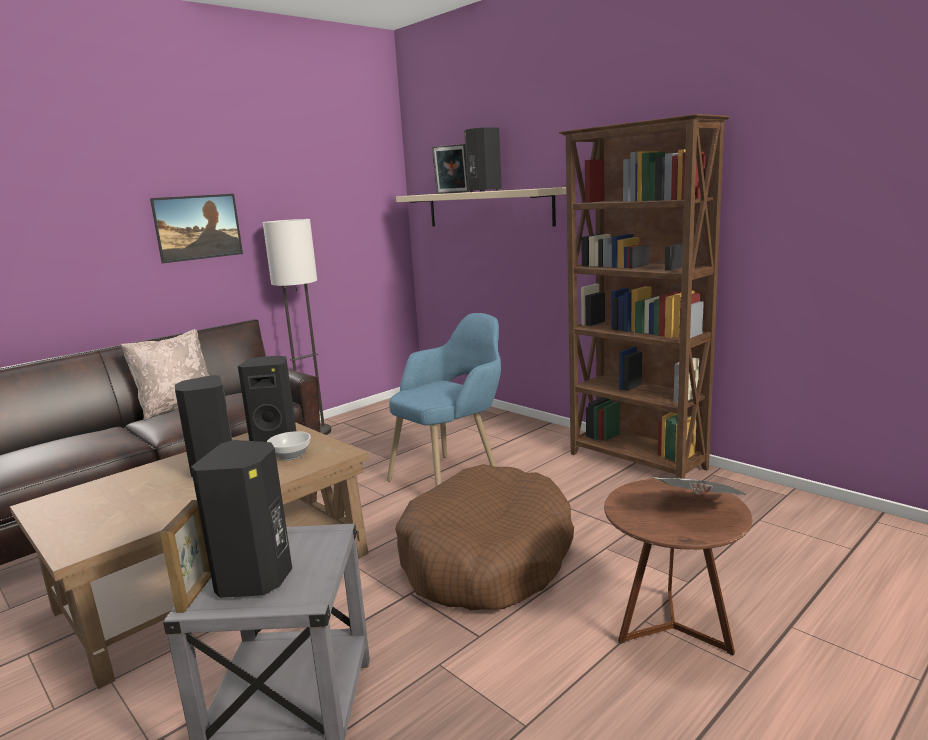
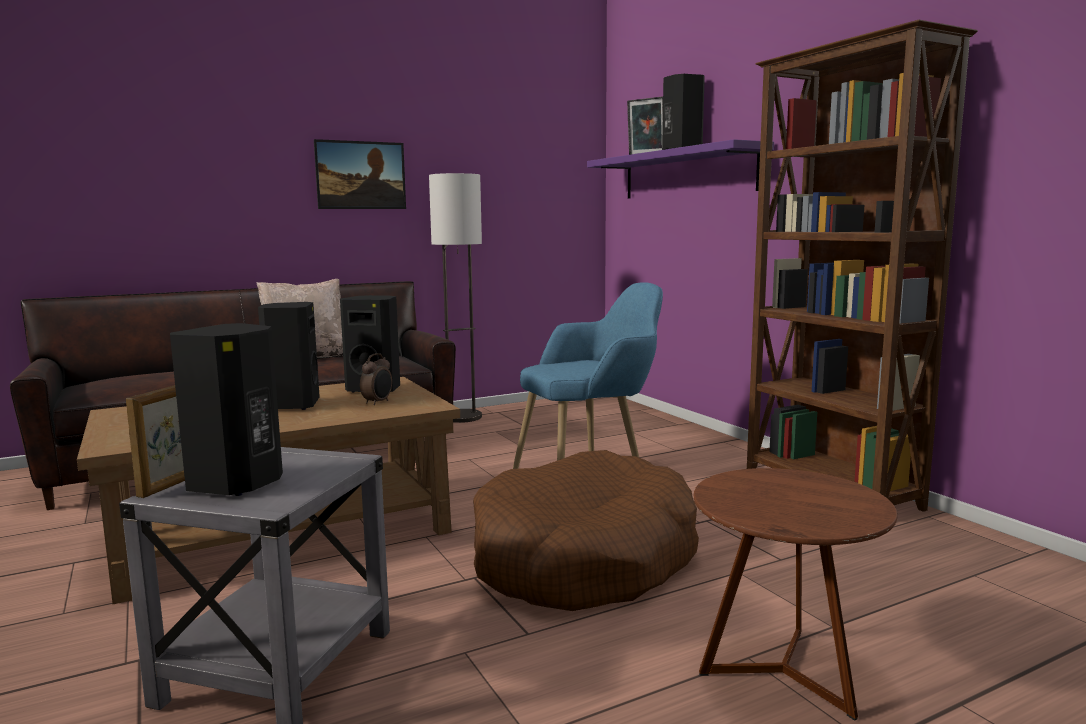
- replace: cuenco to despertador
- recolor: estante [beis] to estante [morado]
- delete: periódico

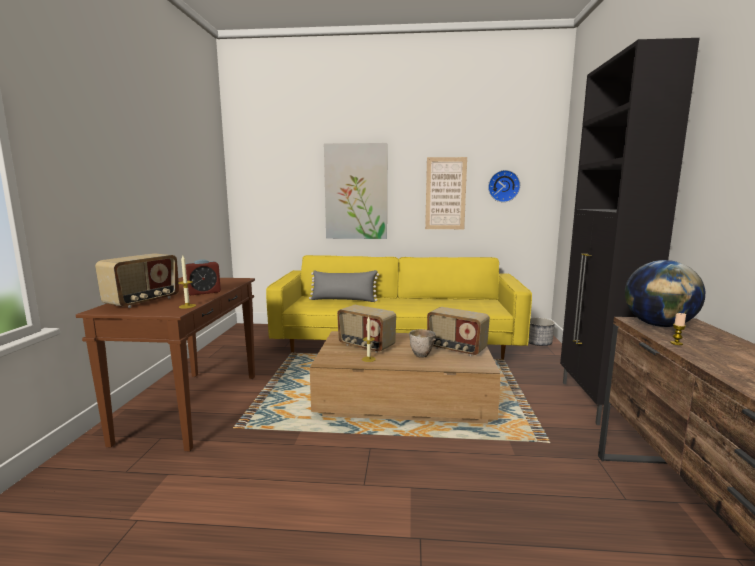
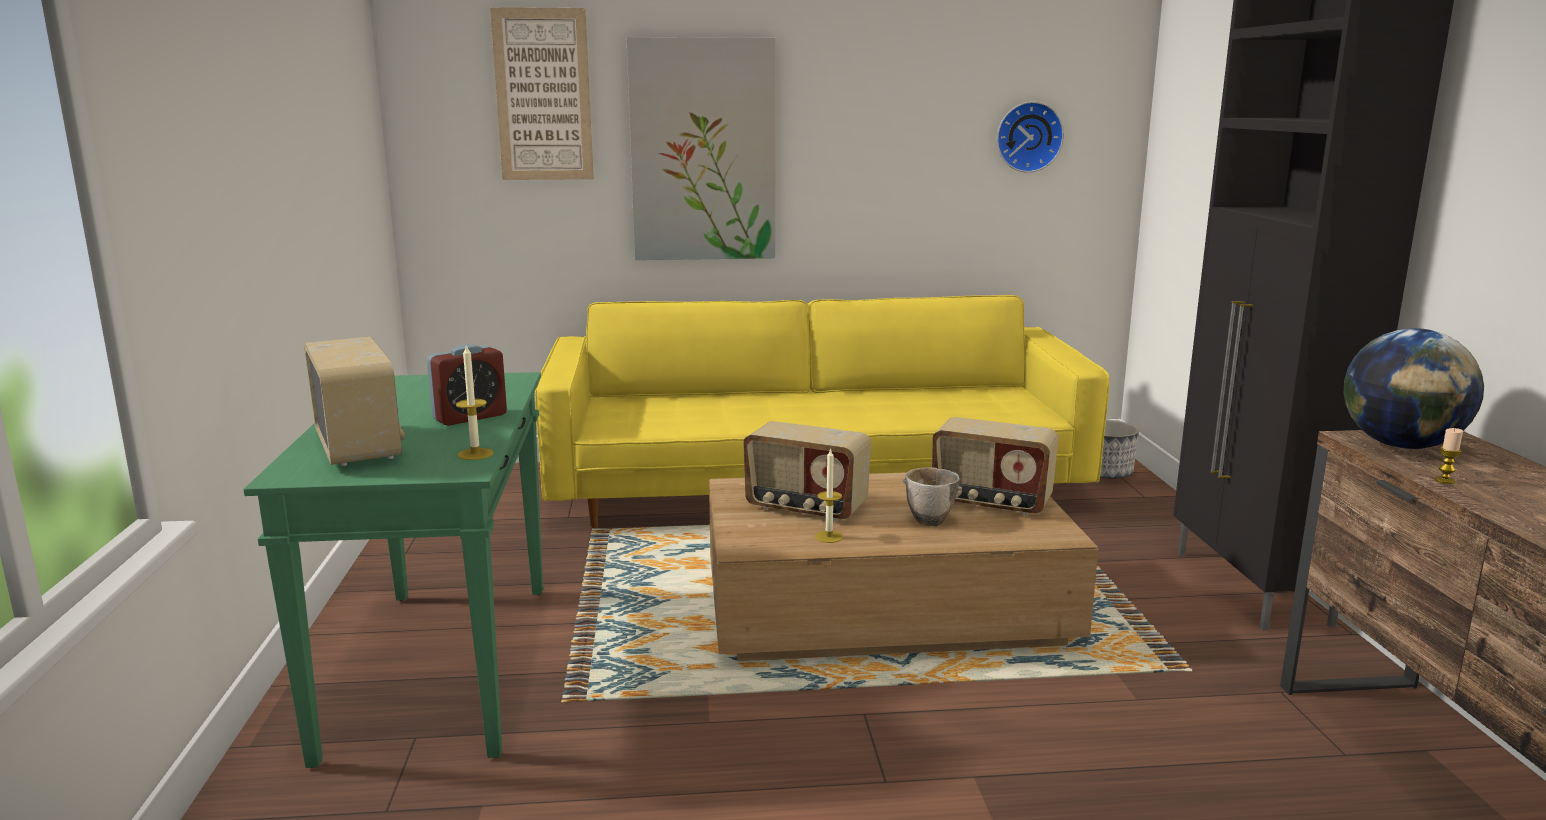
- recolor: mesa consola [marrón] to mesa consola [verde]
- rotate: radio (1st from left) 45 degrees counterclockwise
- delete: cojín [gris]
- move: cuadro (2nd from left in the first image) to cuadro (1st from left)

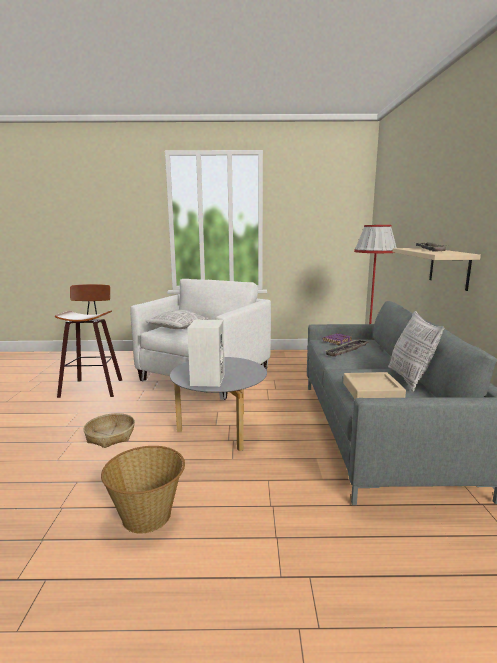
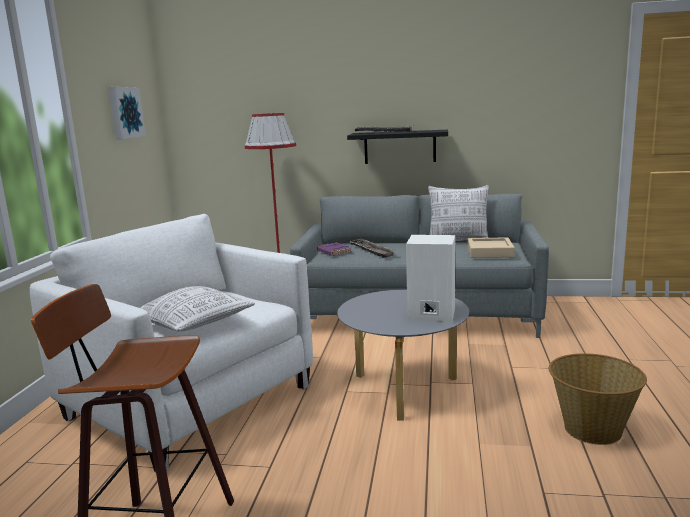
- delete: cesta (1st from left)
- recolor: estante [beis] to estante [negro]
- insert: cuadro

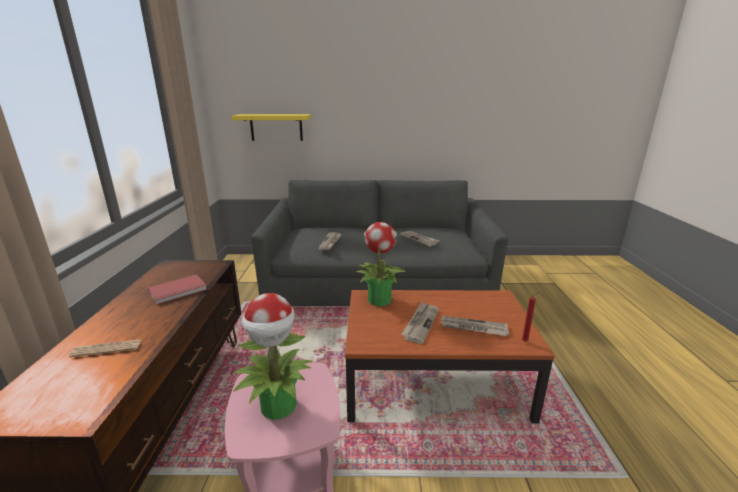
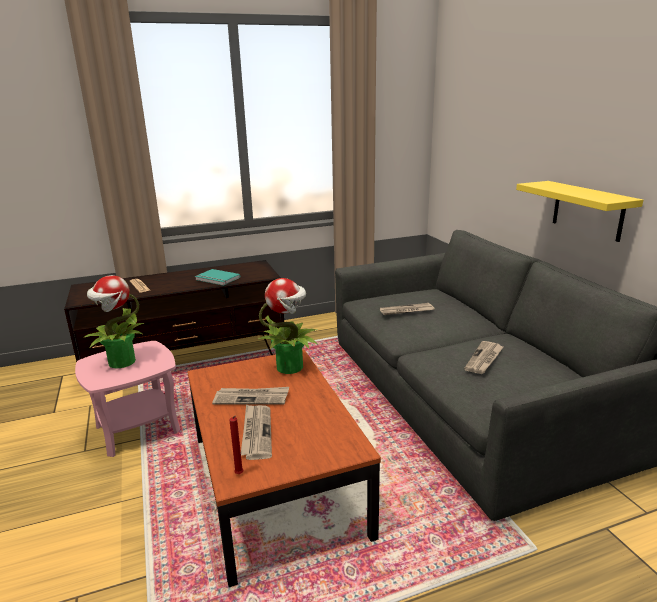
- recolor: libro [rojo] to libro [turquesa]
- move: estante [amarillo]

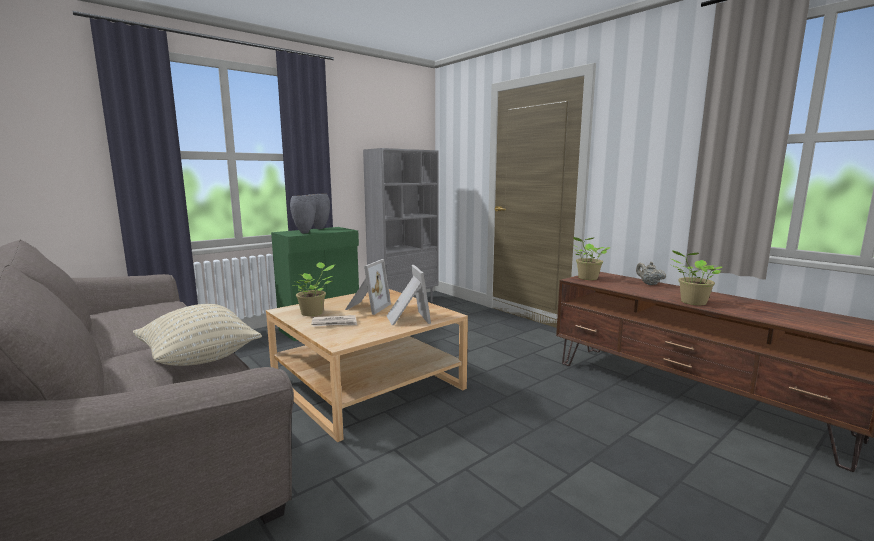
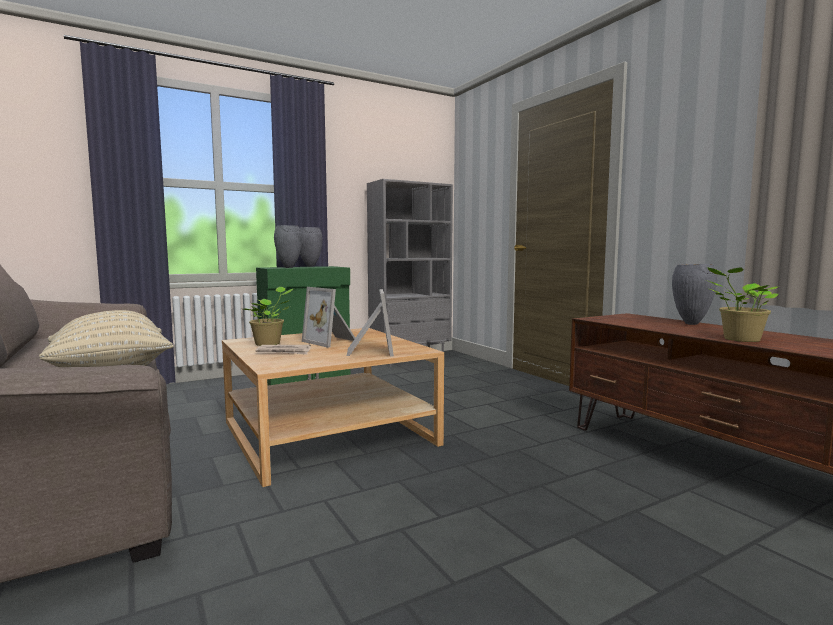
- rotate: portarretratos (1st from left) 105 degrees clockwise
- delete: planta en maceta (2nd from left)
- replace: tetera [beis] to florero [gris] (3rd from left)

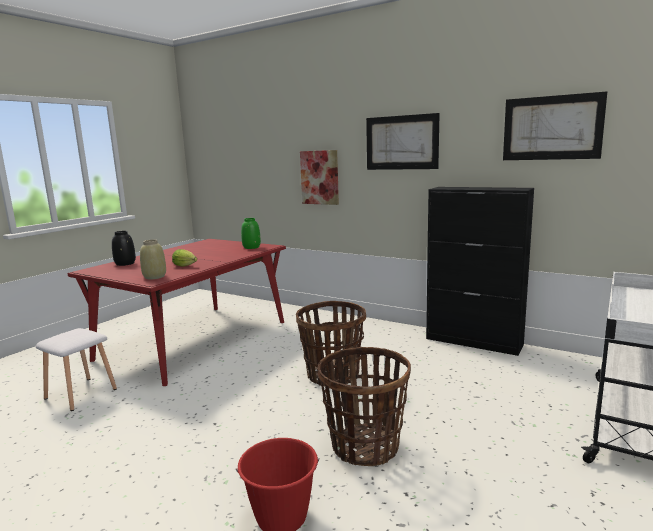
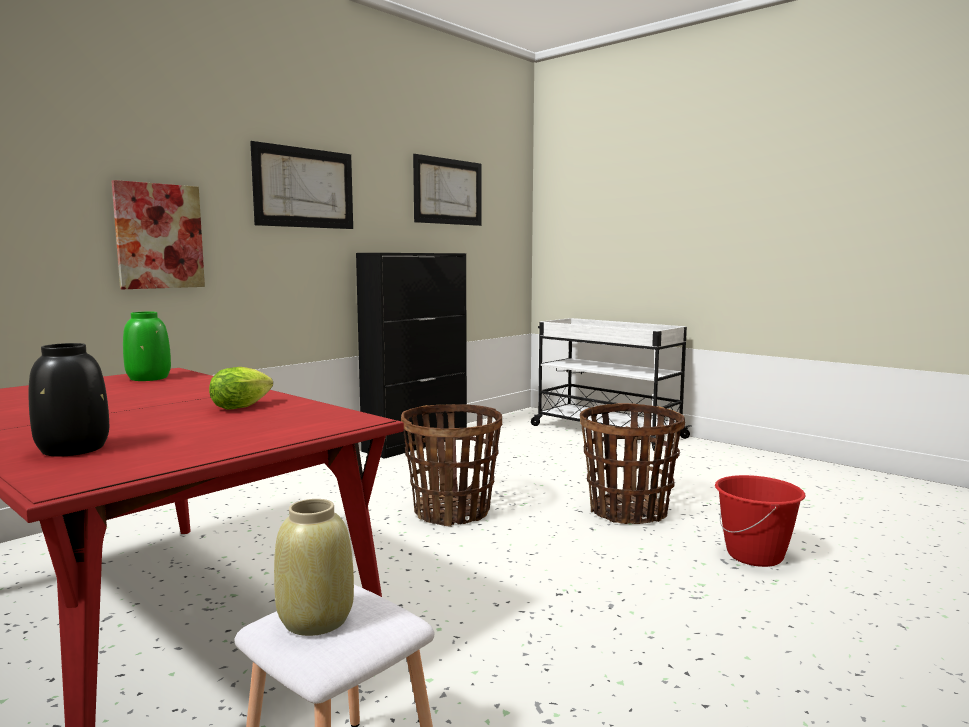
- move: florero [beis]

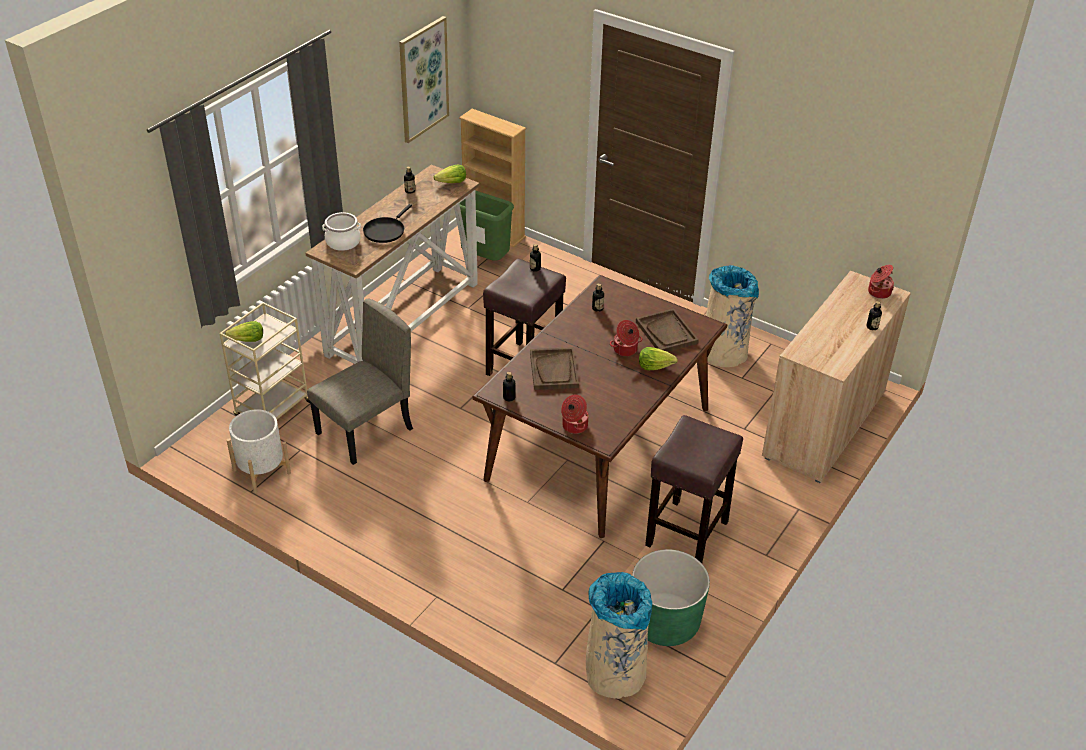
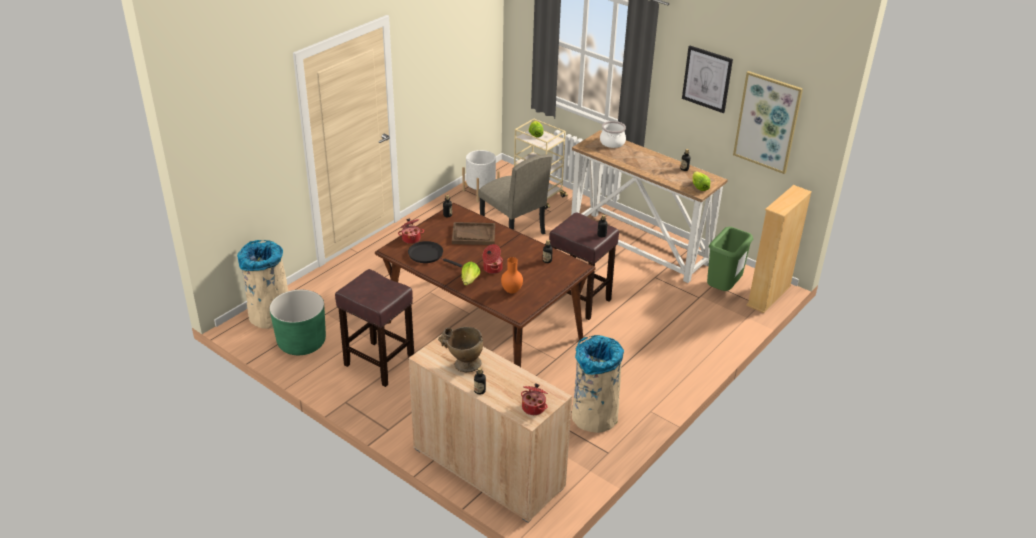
- move: sartén [negro]
- replace: bandeja [marrón] (2nd from left) to florero [naranja]
- insert: florero [beis]
- insert: cuadro (1st from left)

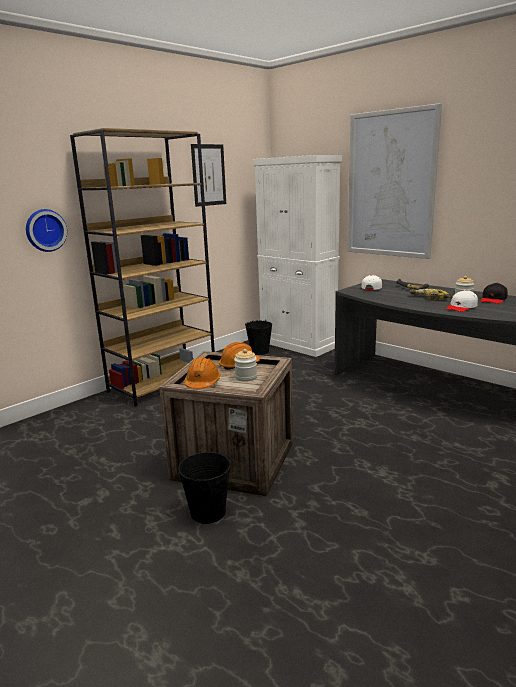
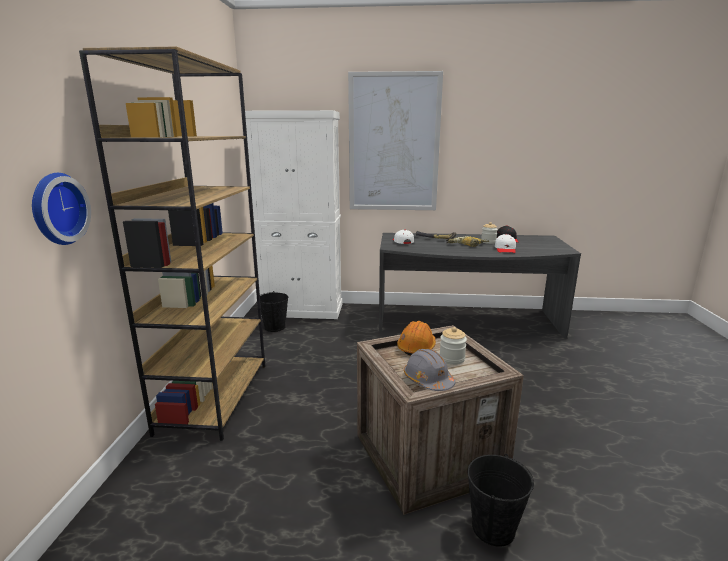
- recolor: casco [naranja] (1st from left) to casco [gris]
- delete: cuadro (1st from left)

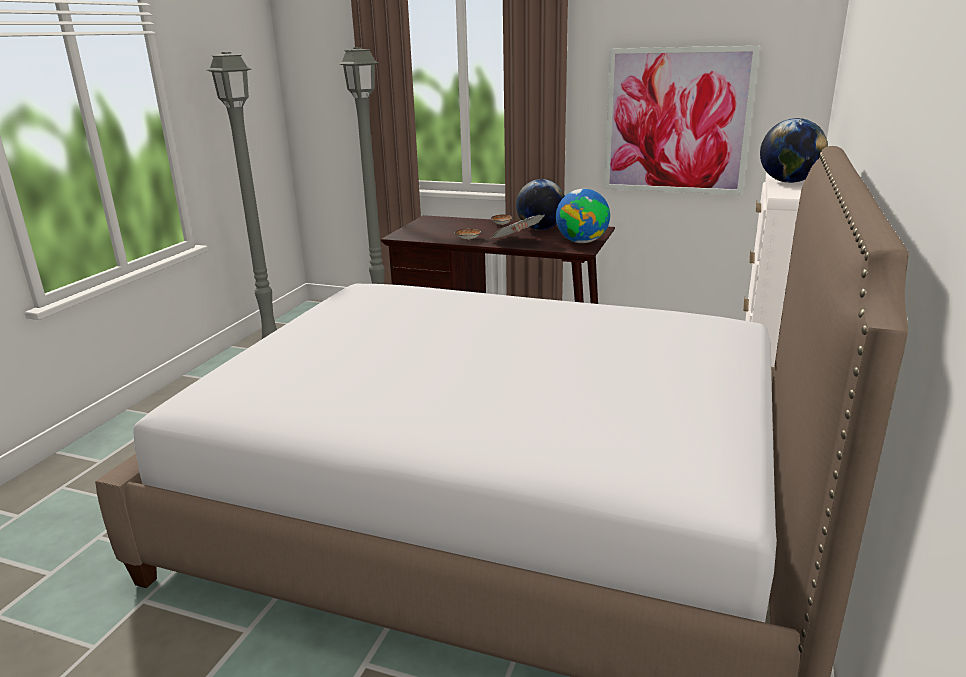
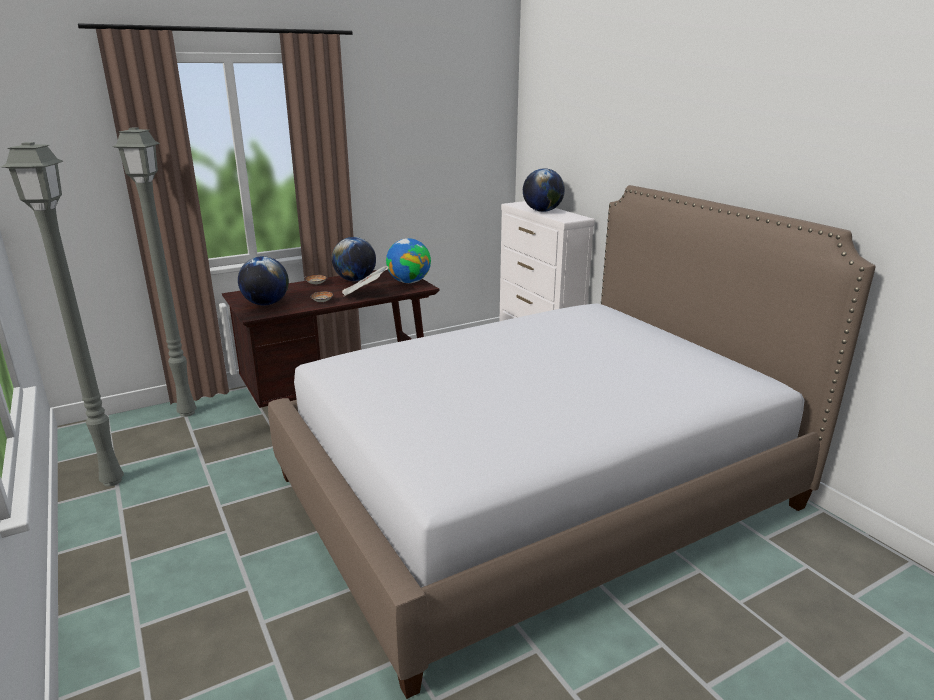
- delete: cuadro
- insert: globo terráqueo (1st from left)

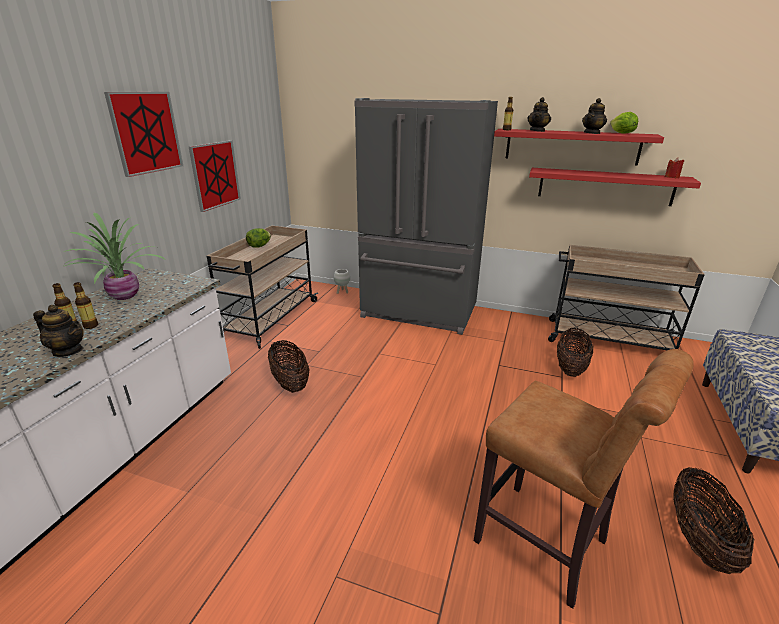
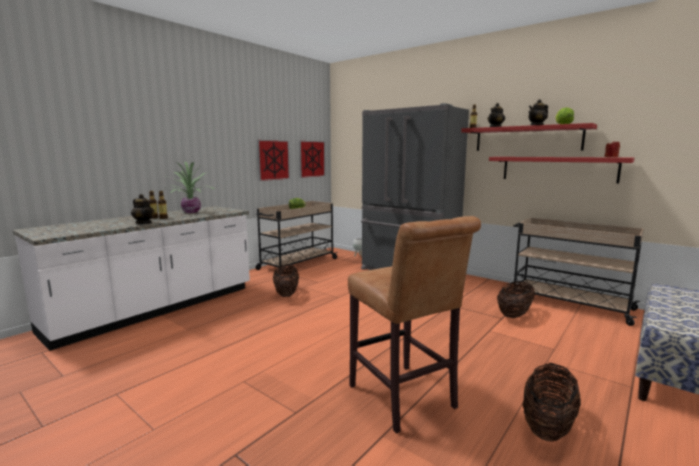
- move: cuadro (1st from left in the first image) to cuadro (2nd from left)

